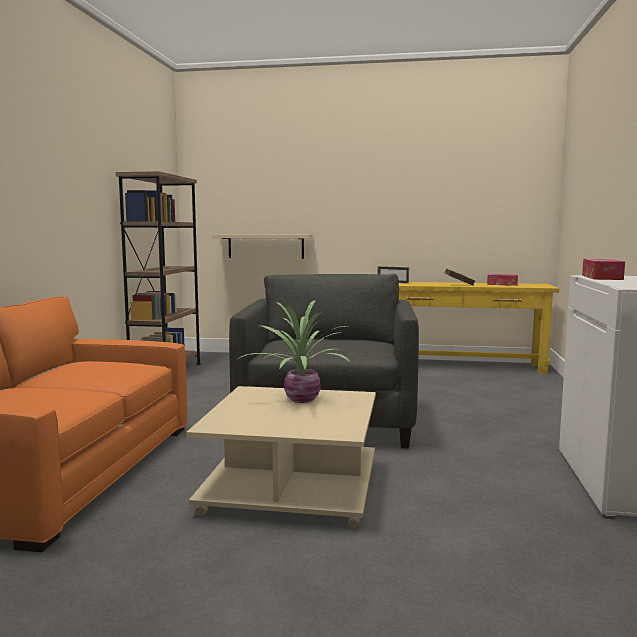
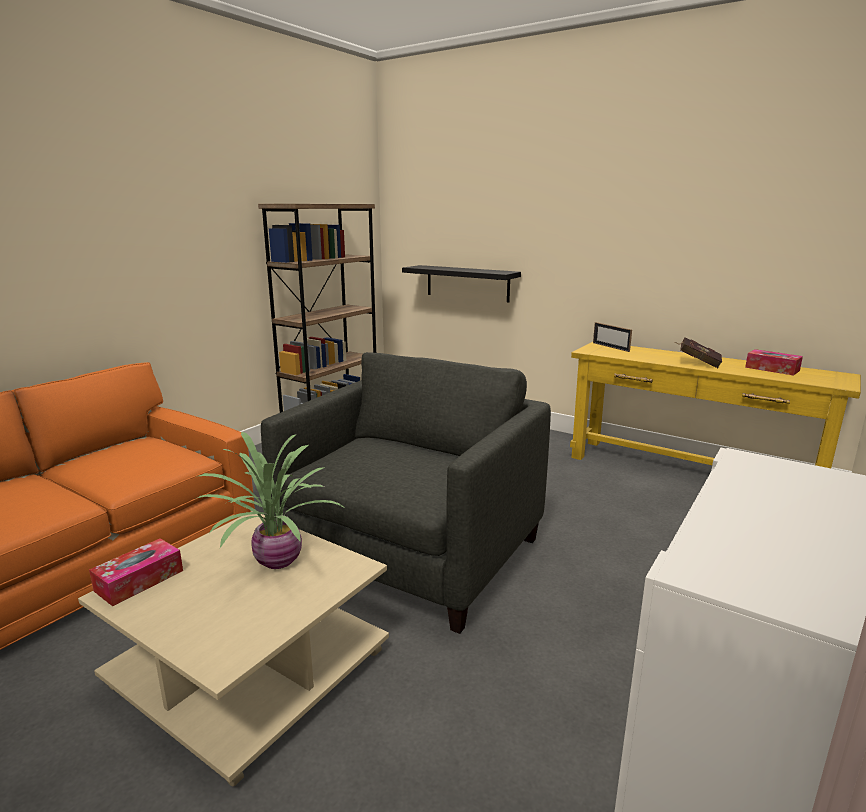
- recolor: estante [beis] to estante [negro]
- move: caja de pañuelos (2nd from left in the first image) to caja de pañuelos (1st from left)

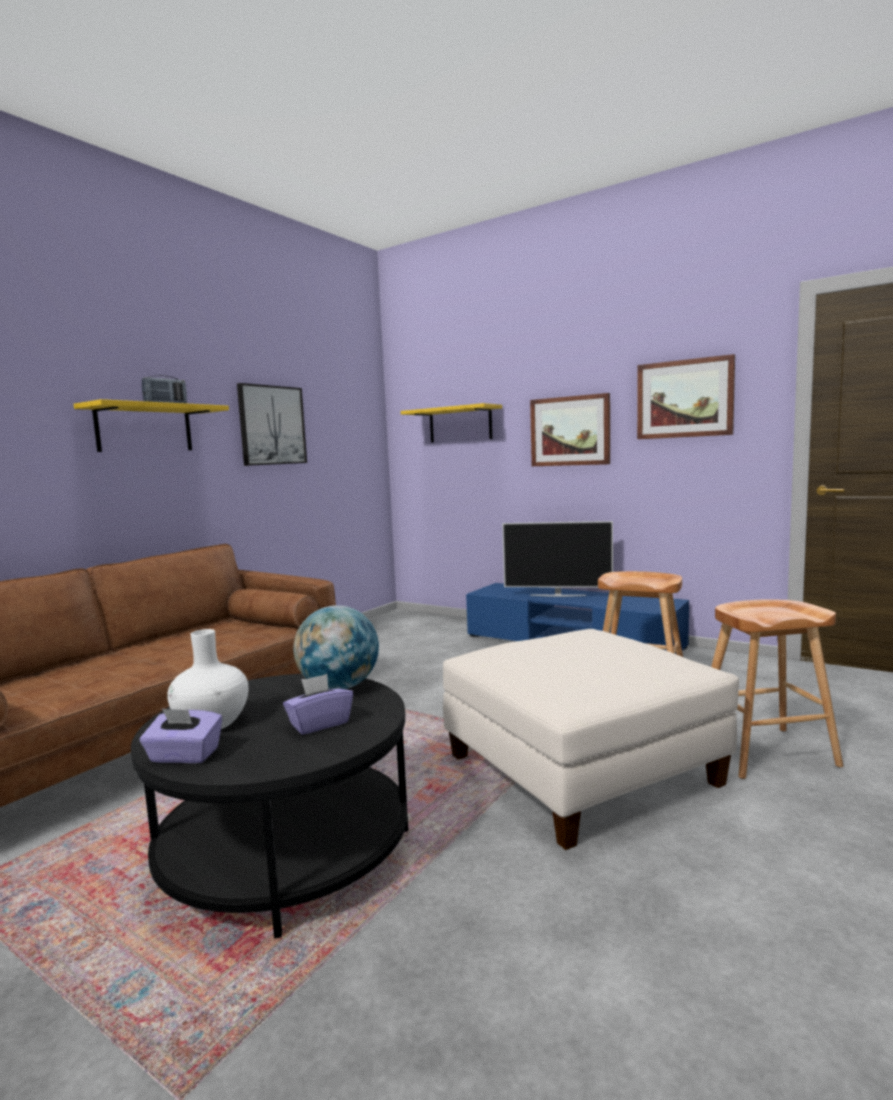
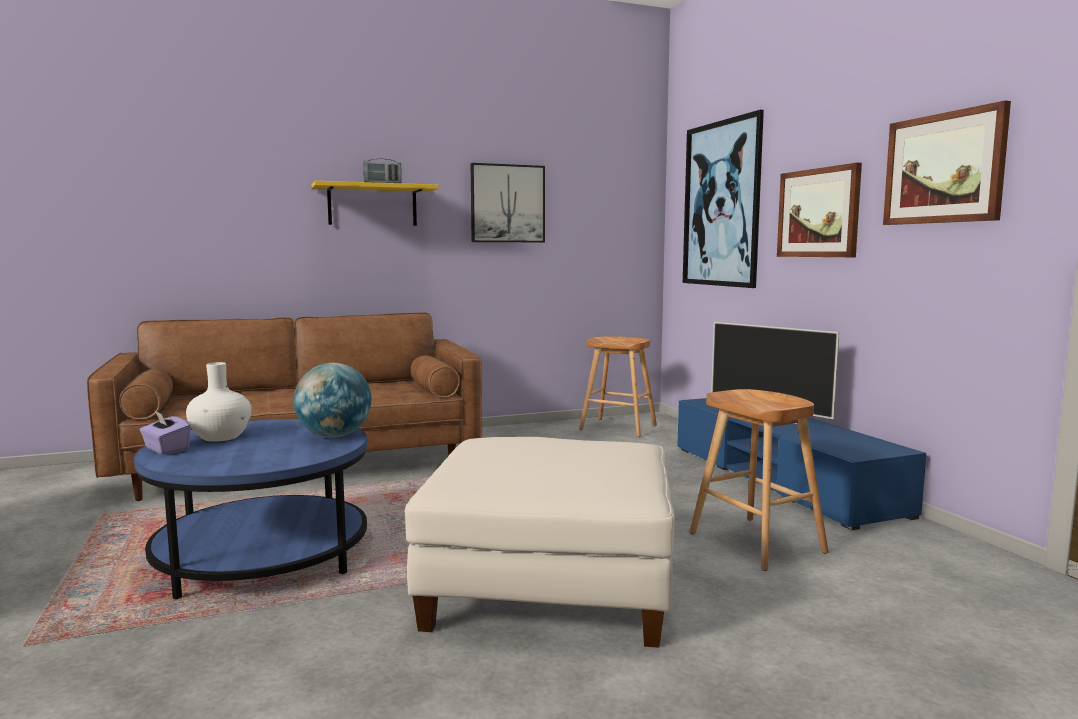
- recolor: mesa de centro [negro] to mesa de centro [azul]
- delete: caja de pañuelos [morado] (2nd from left)
- replace: estante [amarillo] (2nd from left) to cuadro (2nd from left)
- move: taburete [marrón] (2nd from left in the first image) to taburete [marrón] (1st from left)

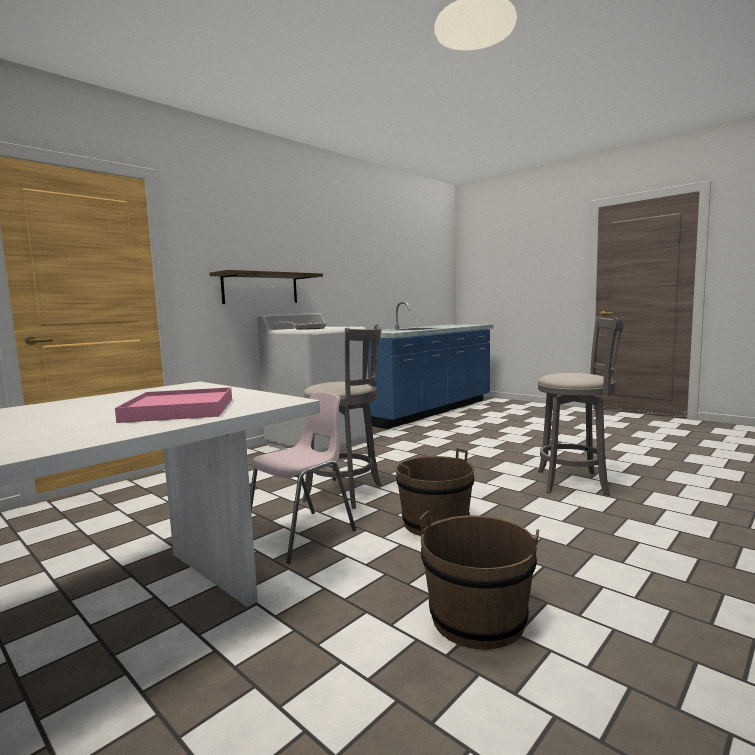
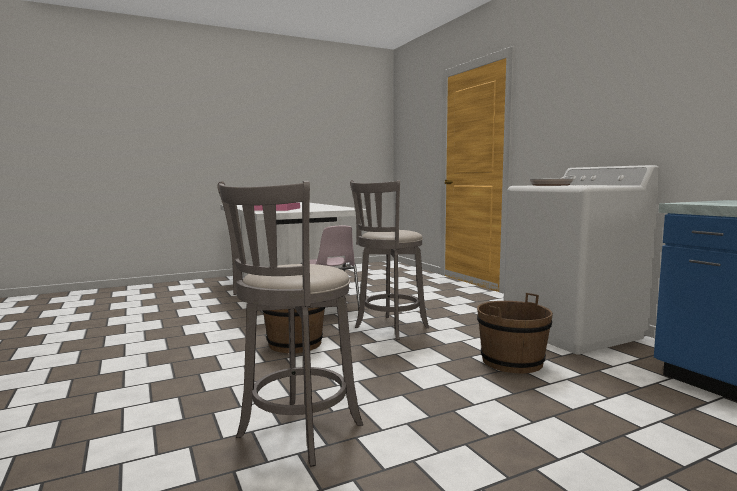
- delete: estante
- move: cubo [marrón] (2nd from left)

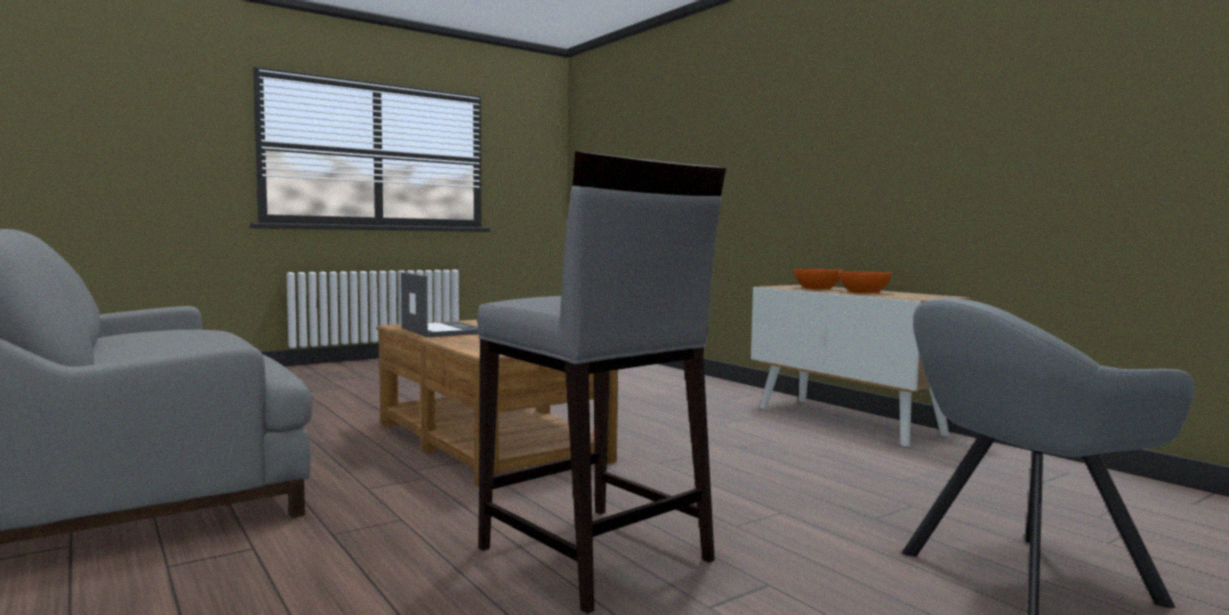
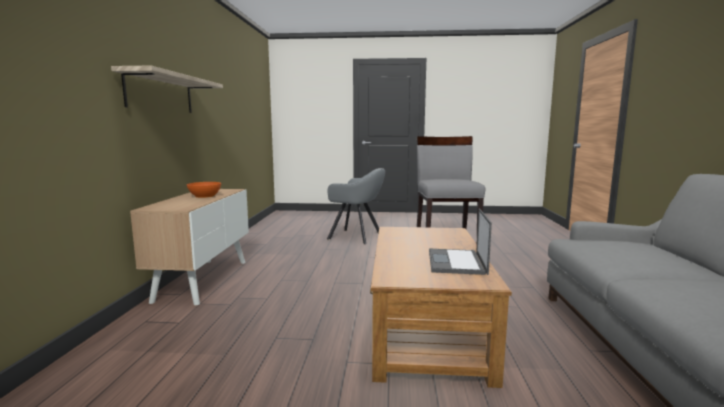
- delete: cuenco [naranja] (1st from left)
- insert: estante

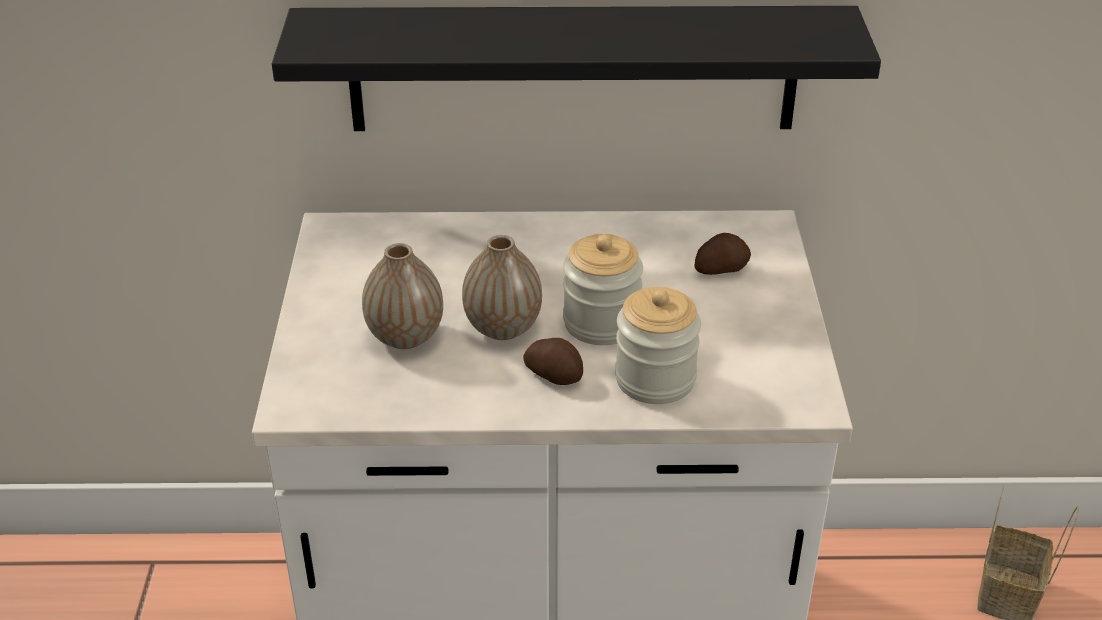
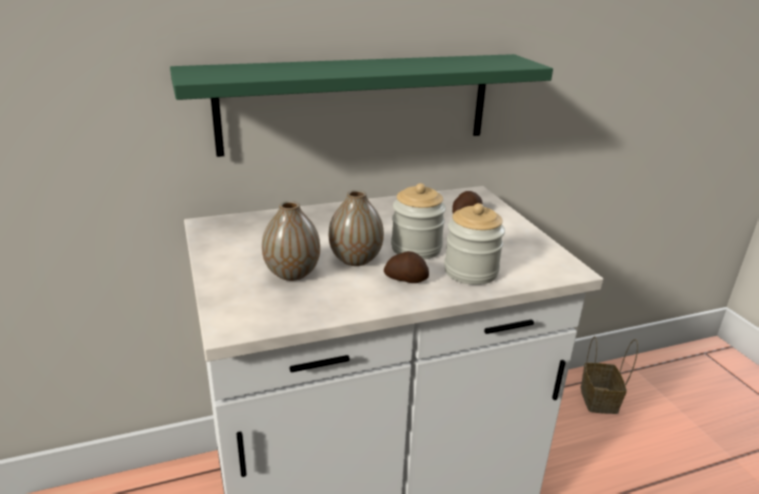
- recolor: estante [negro] to estante [verde]

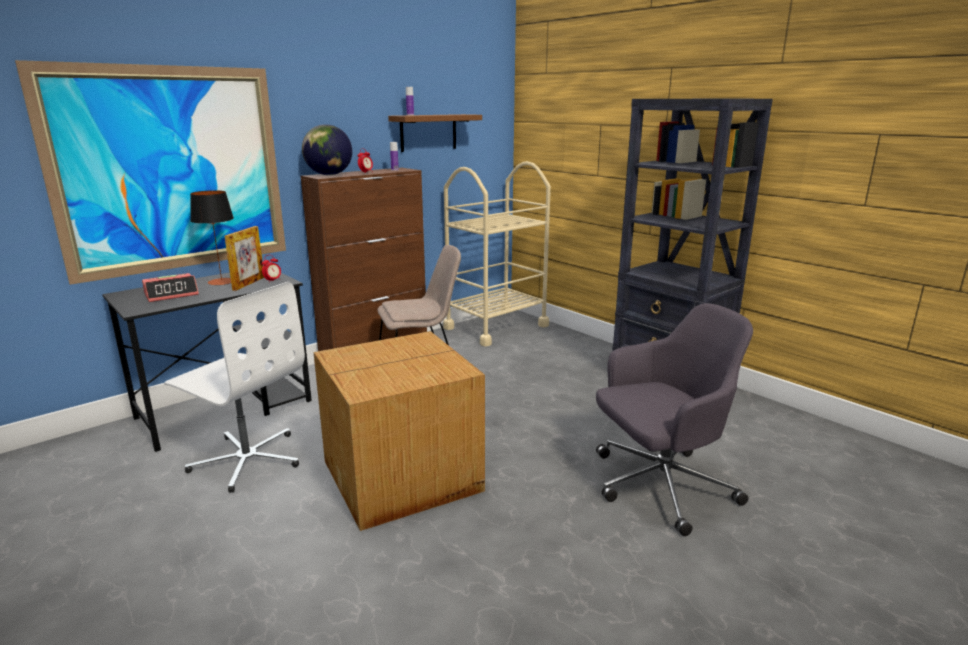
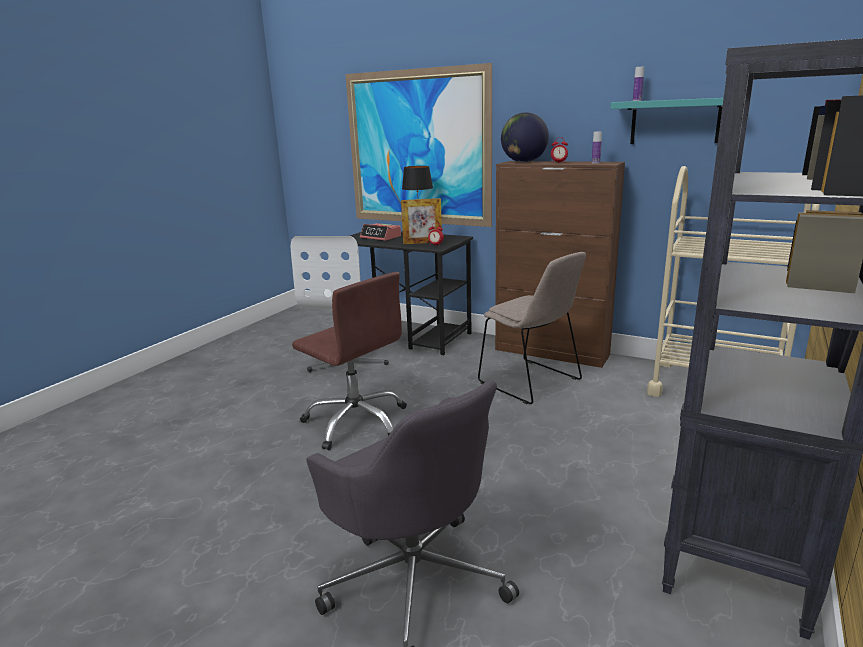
- replace: caja de cartón to silla de oficina [marrón]
- recolor: estante [marrón] to estante [turquesa]

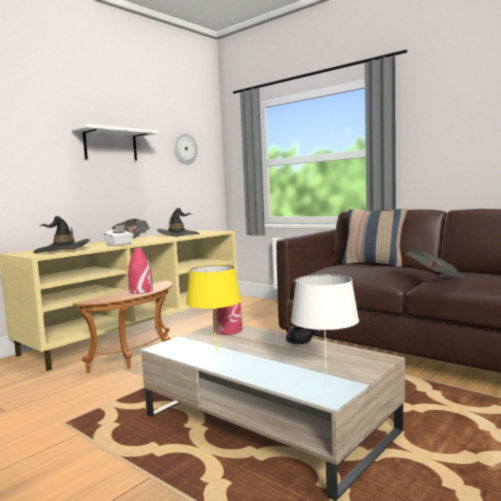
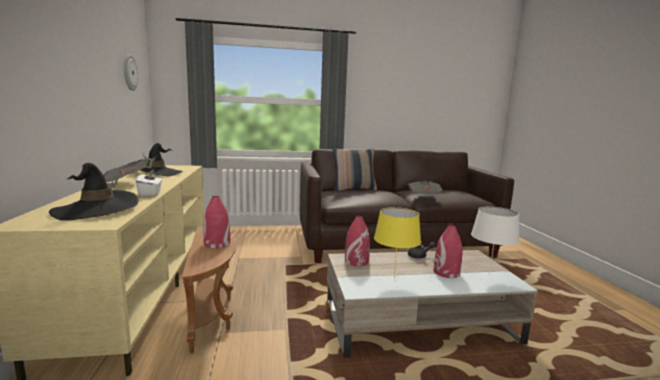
- delete: estante [blanco]
- insert: florero [rojo] (3rd from left)

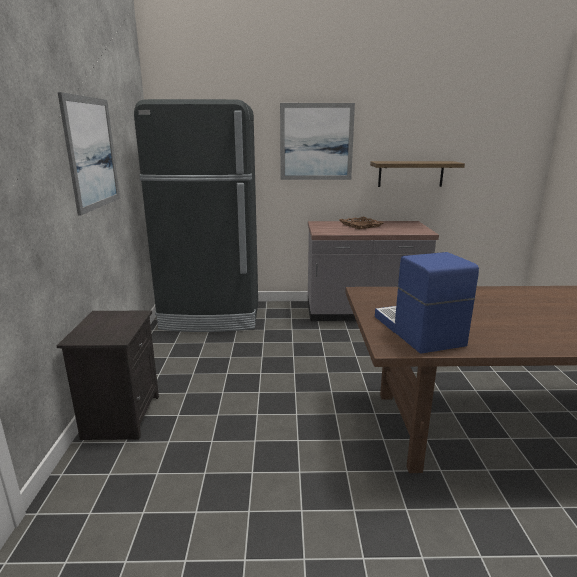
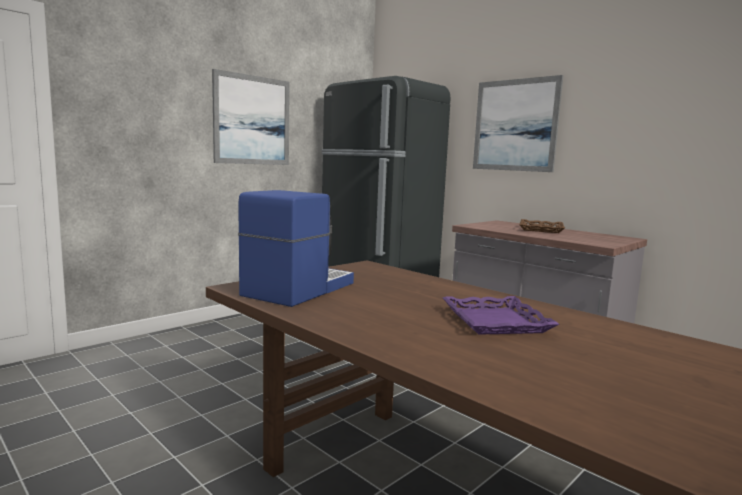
- delete: mesita de noche [negro]
- delete: estante
- insert: bandeja [morado]

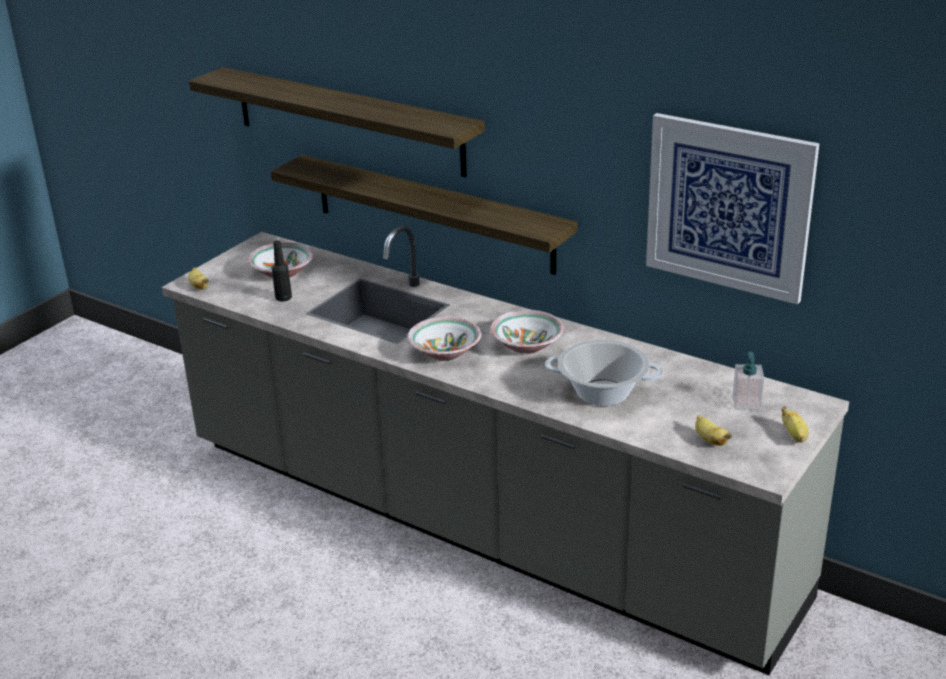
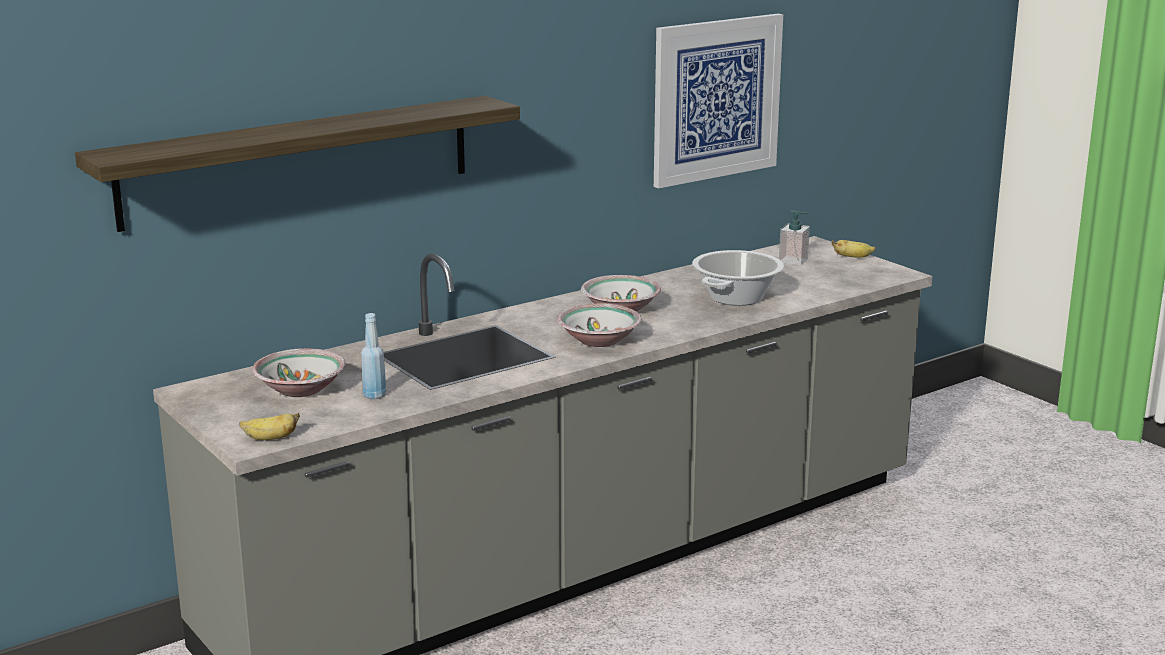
- delete: estante (2nd from left)
- recolor: botella [negro] to botella [azul]
- delete: plátano (2nd from left)

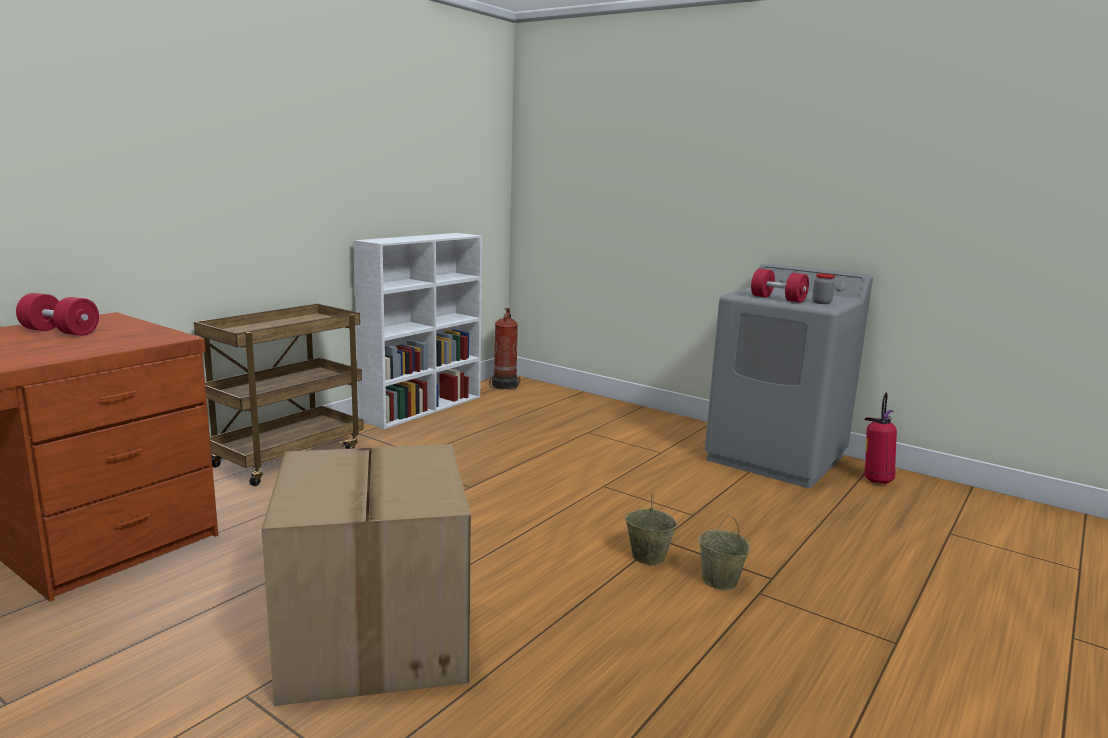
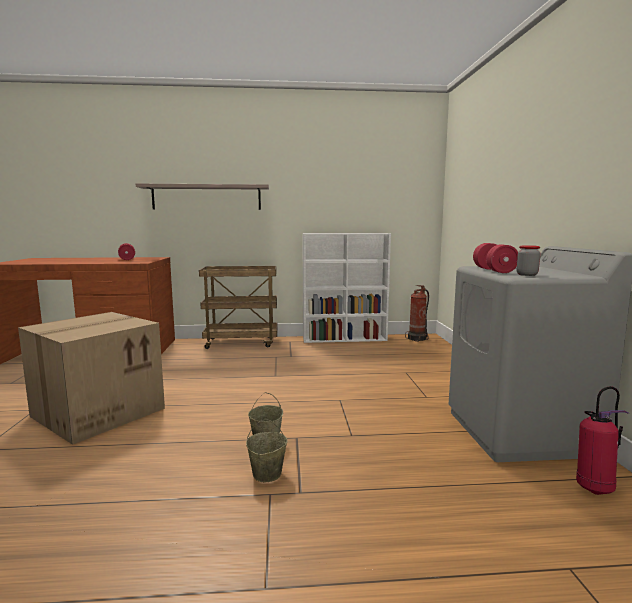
- insert: estante

